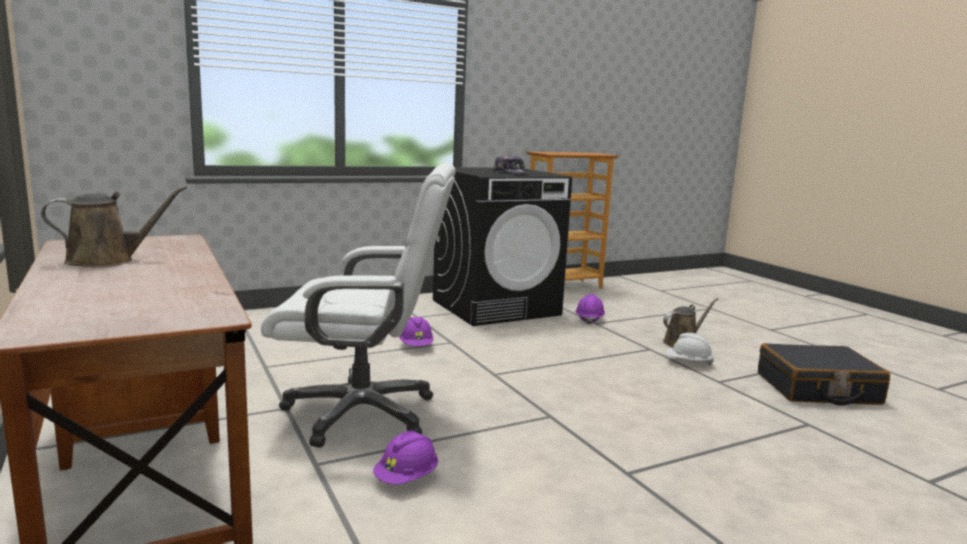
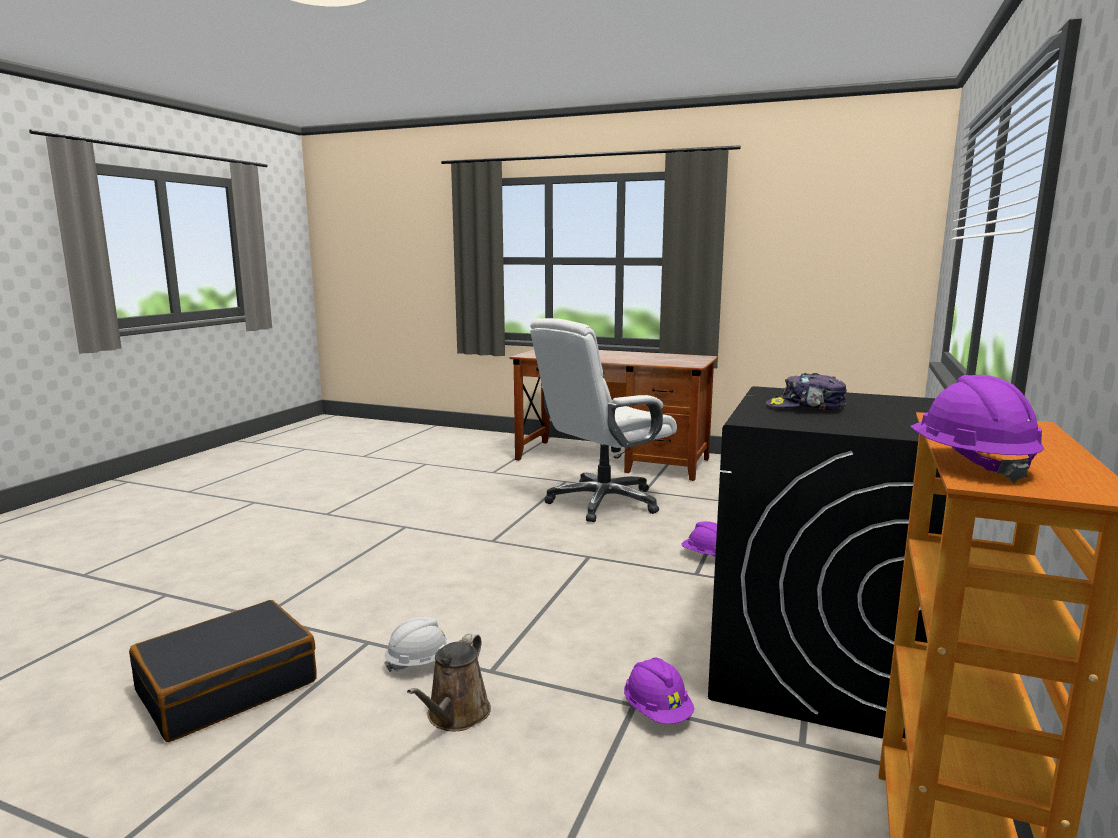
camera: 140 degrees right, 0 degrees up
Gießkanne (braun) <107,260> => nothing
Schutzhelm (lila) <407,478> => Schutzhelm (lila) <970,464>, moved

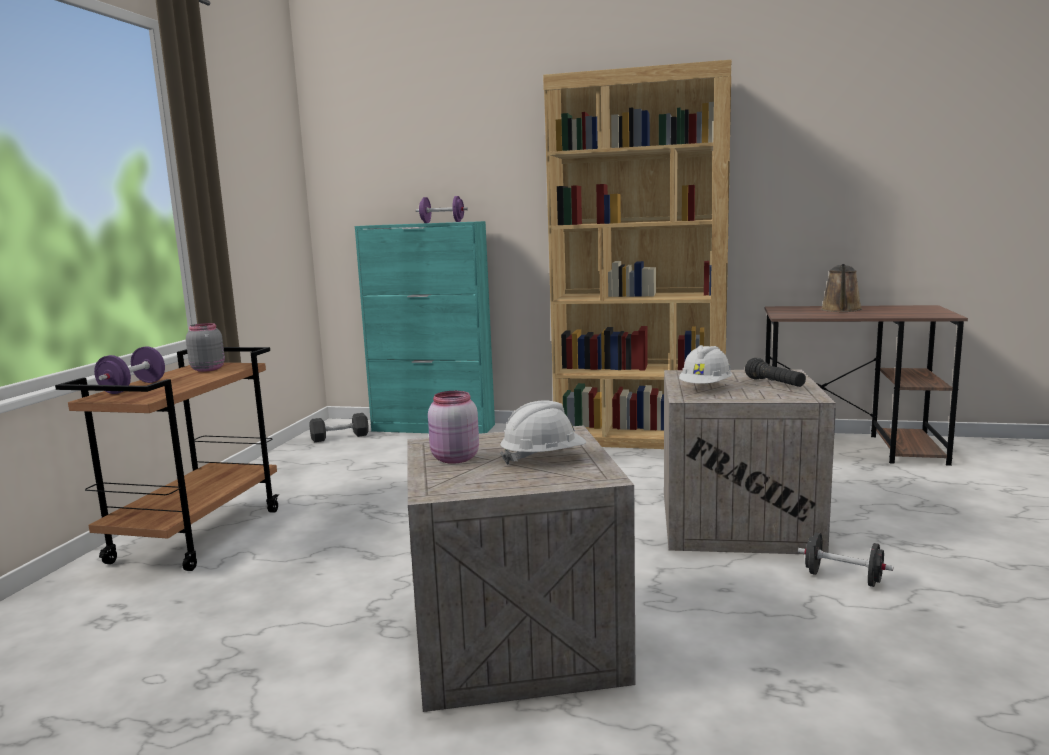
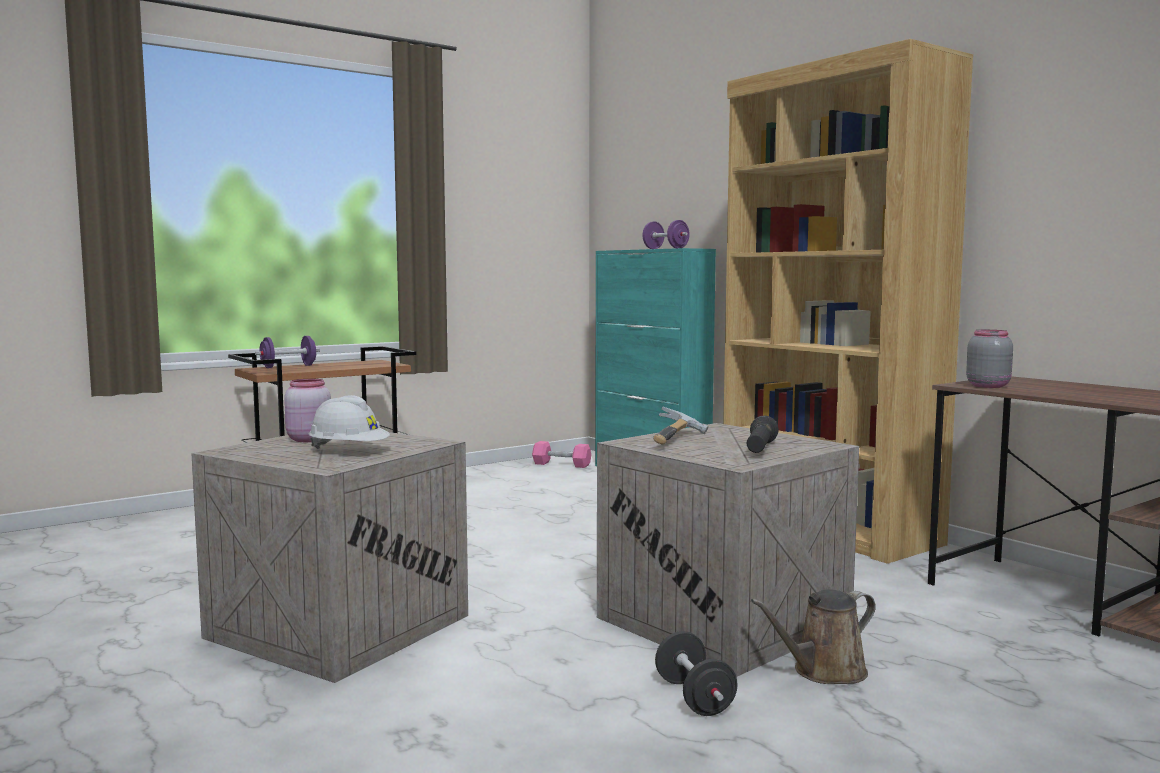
camera: 40 degrees right, 5 degrees down
Gießkanne (braun) <841,310> => Gießkanne (braun) <824,672>, moved
Vorratsglas (grau) <208,369> => Vorratsglas (grau) <988,386>, moved
Schutzhelm (weiß) <705,388> => Hammer <679,440>
Hantel (schwarz) <340,437> => Hantel (rosa) <561,464>

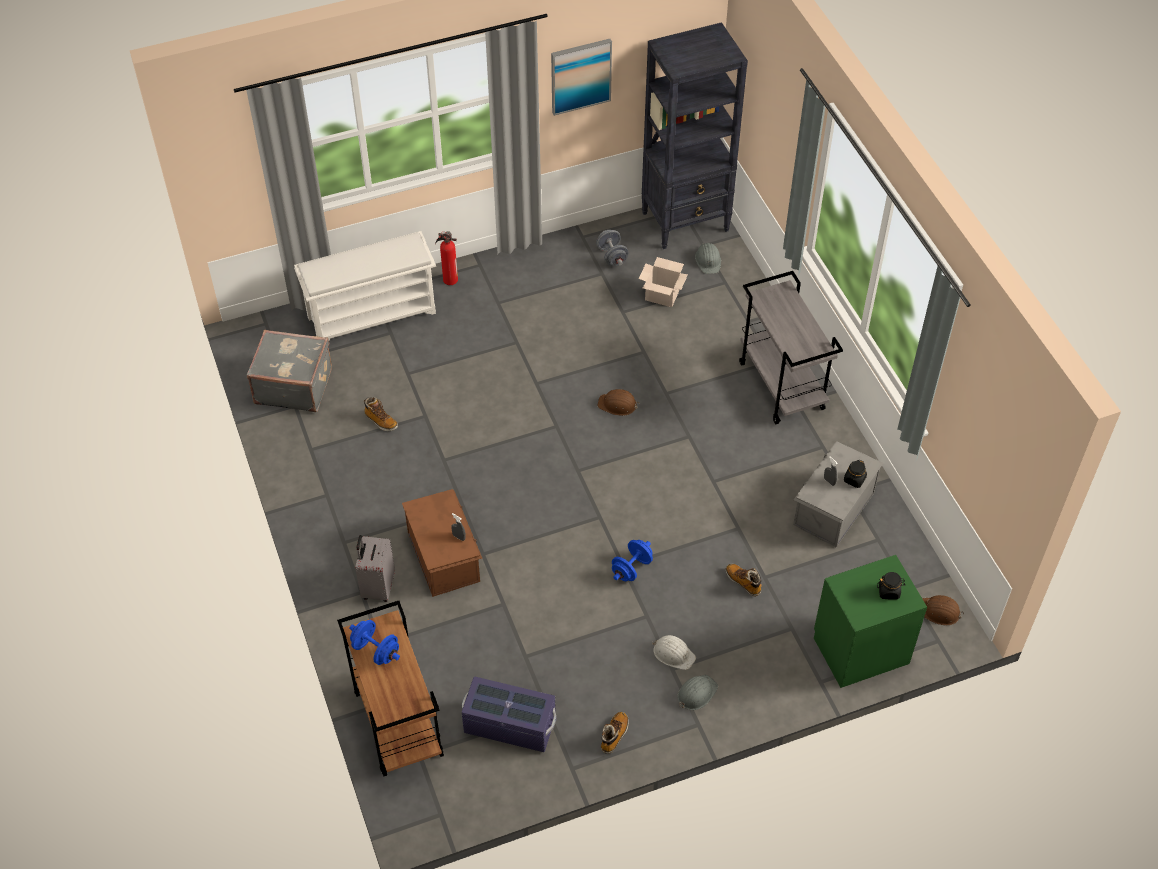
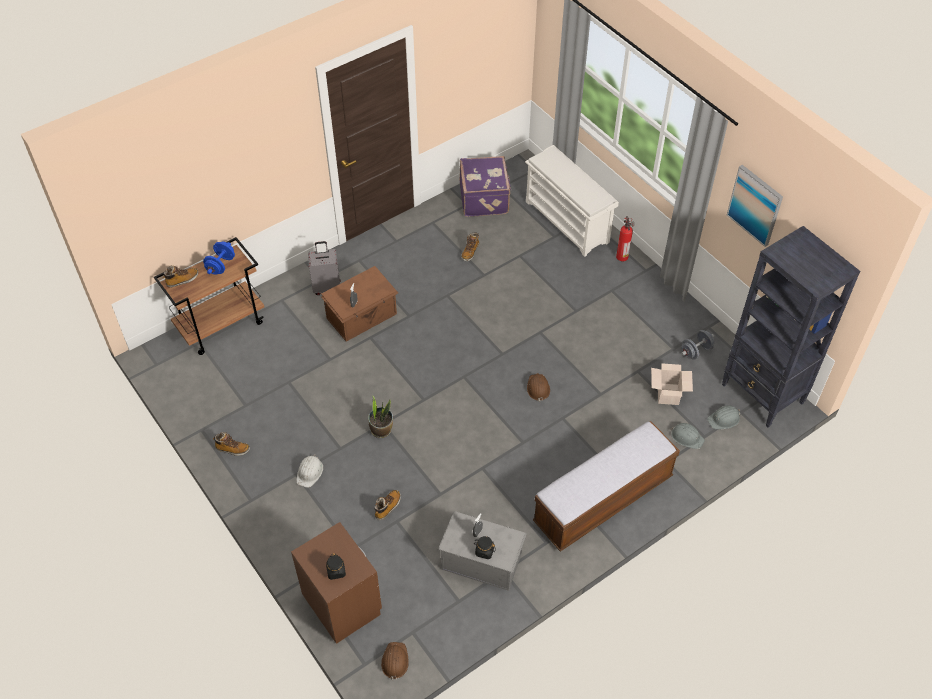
camera: 75 degrees right, 0 degrees up
Rollwagen (grau) <782,386> => Bank <602,500>
Koffer (grau) <293,385> => Koffer (lila) <485,198>
Hantel (blau) <631,568> => Topfpflanze <381,430>
Nachttisch (grün) <860,649> => Nachttisch (braun) <342,603>
Schutzhelm (grau) <696,693> => Schutzhelm (grau) <686,437>, moved
Aufbewahrungsbox (lila) <509,725> => nothing
nothing => Stiefel <182,280>

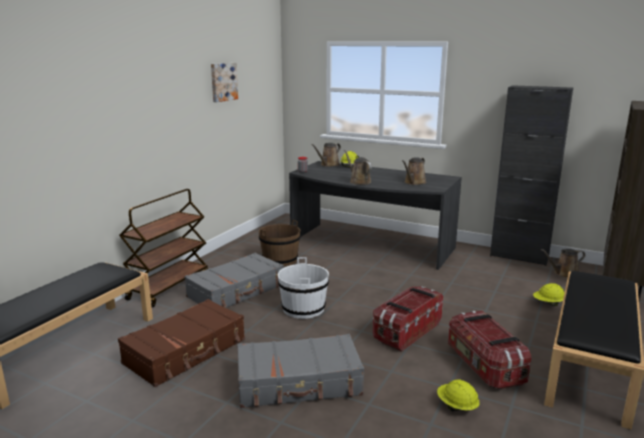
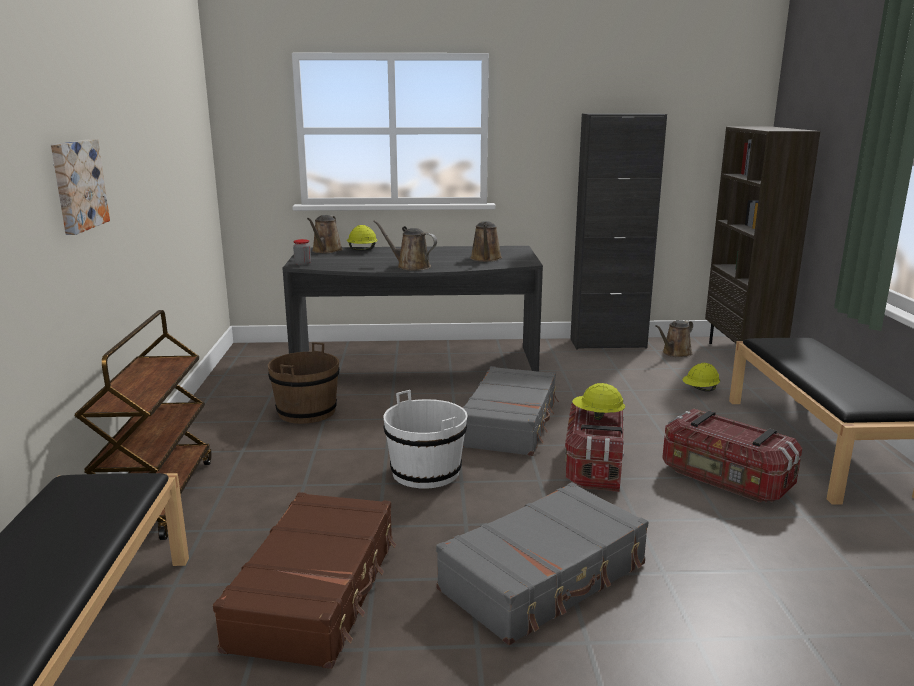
camera: 30 degrees left, 0 degrees up
Bild <223,82> => Bild <77,185>, moved
Koffer (grau) <237,291> => Koffer (grau) <511,423>, moved
Schutzhelm (gelb) <456,406> => Schutzhelm (gelb) <597,416>, moved

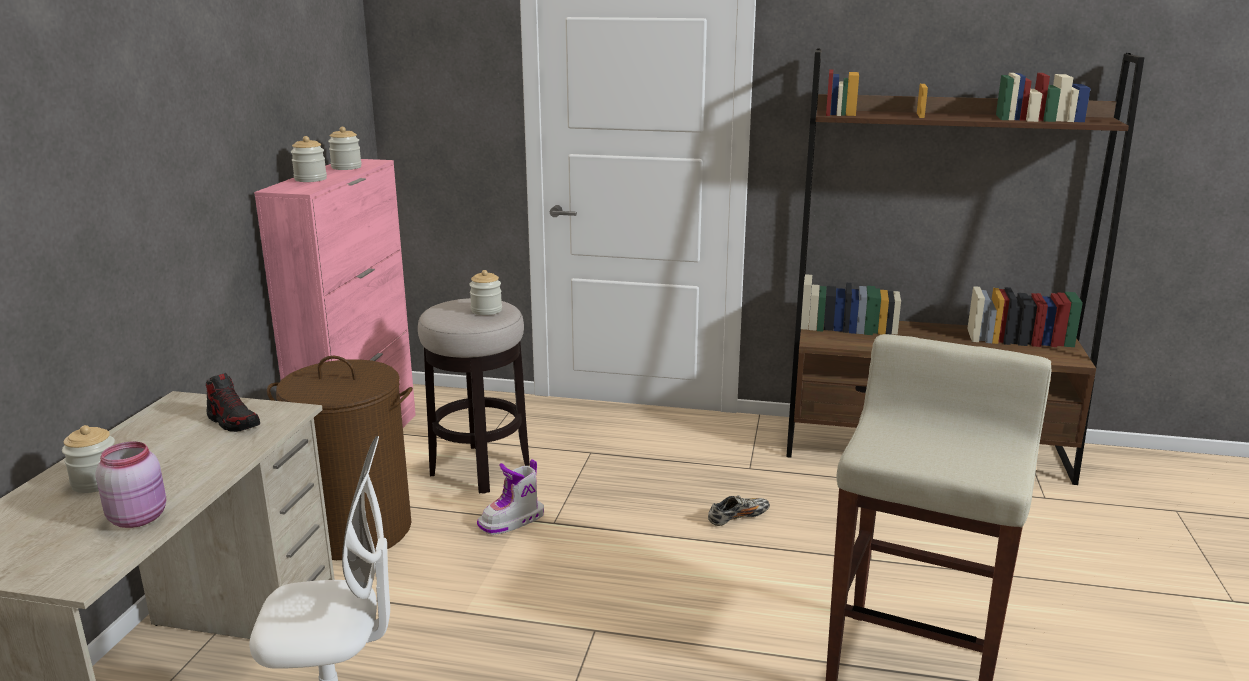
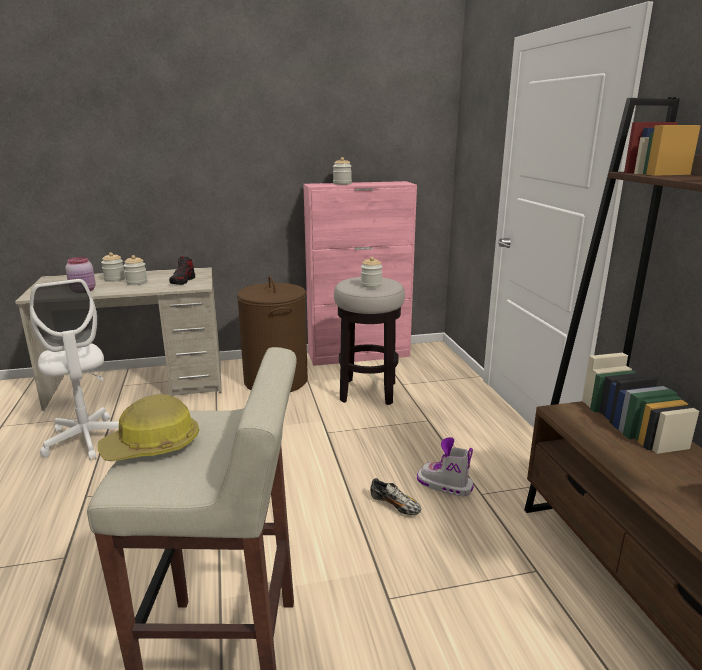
camera: 65 degrees right, 0 degrees up
Vorratsglas <346,167> => Vorratsglas <136,282>, moved
Stiefel <512,521> => Stiefel <444,485>, moved
nothing => Schutzhelm <152,446>

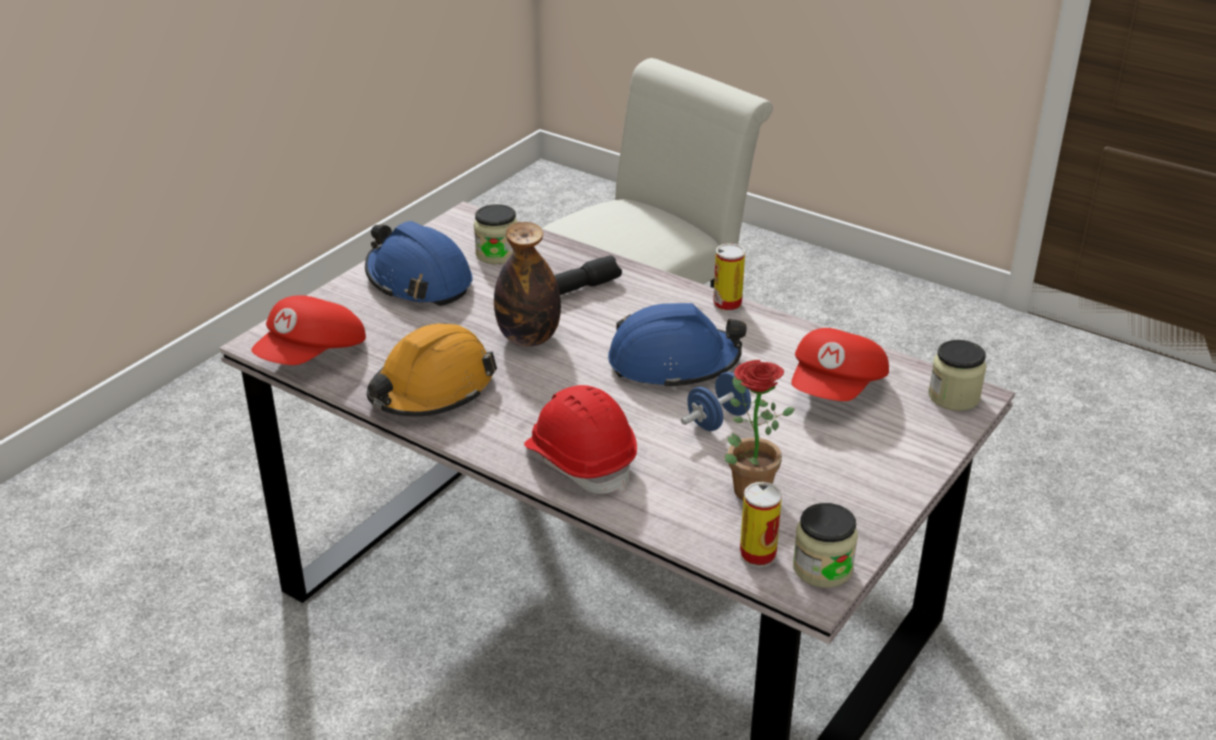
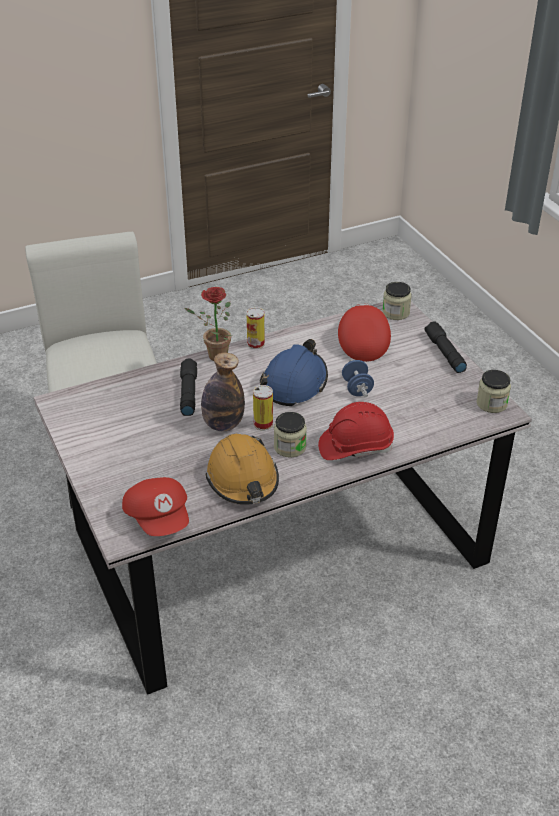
camera: 60 degrees left, 5 degrees up
Vorratsglas <497,254> => Vorratsglas <290,447>, moved
Schutzhelm (blau) <418,281> => nothing
Kappe (rot) <837,389> => Kappe (rot) <362,342>, 150 degrees counterclockwise
Topfpflanze <746,486> => Topfpflanze <213,356>, moved
Dose <757,554> => Dose <263,424>, moved
nothing => Taschenlampe (schwarz) <444,353>

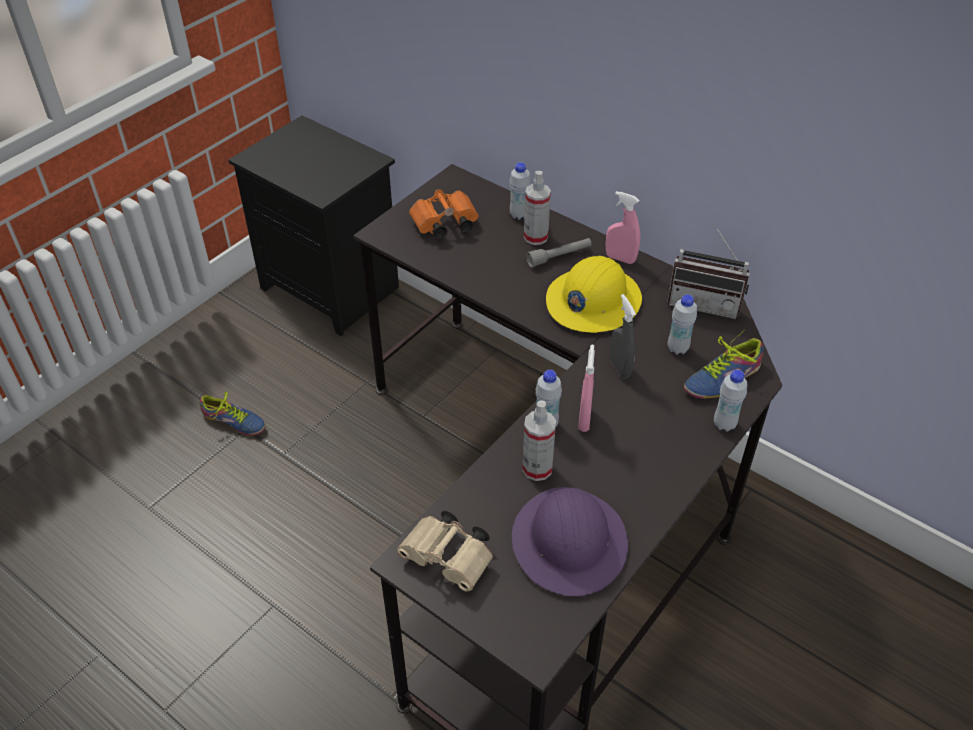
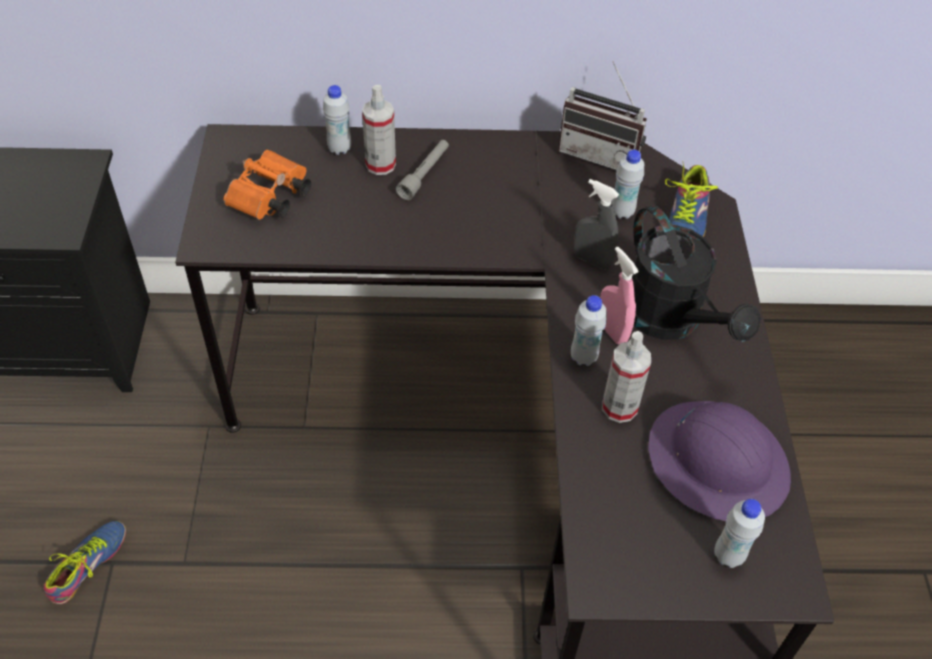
camera: 40 degrees left, 5 degrees up
Sprühflasche (rosa) <620,258> => nothing
Radio <705,303> => Radio <601,153>, 45 degrees clockwise
Schutzhelm (gelb) <592,301> => nothing
Flasche (weiß) <724,424> => Flasche (weiß) <728,555>, moved
Schuh <233,423> => Schuh <91,566>, 45 degrees counterclockwise
Fernglas (beige) <450,560> => nothing
nothing => Gießkanne (schwarz) <672,321>

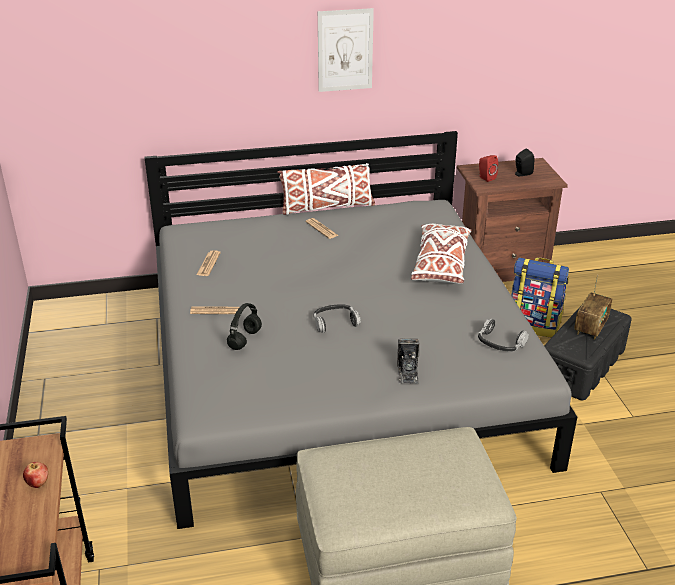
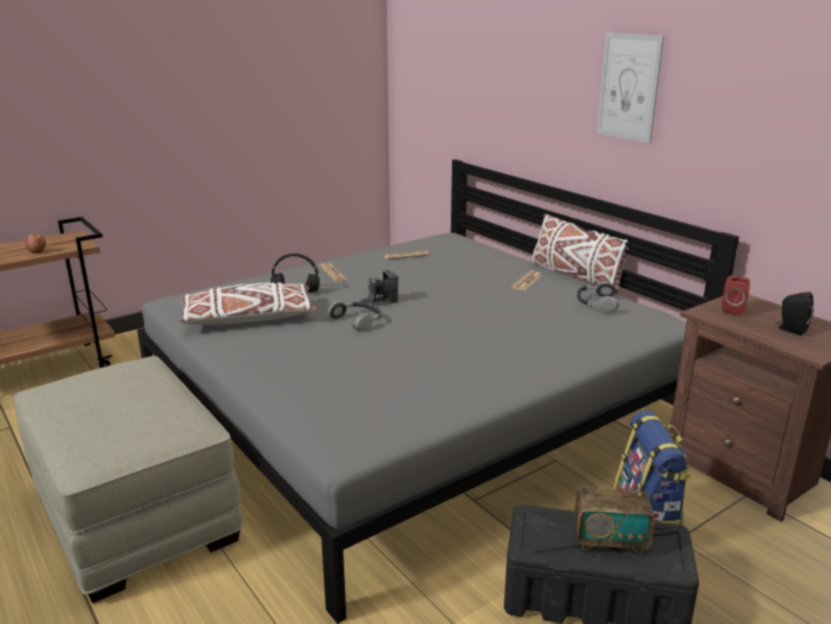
camera: 65 degrees right, 10 degrees down
Kissen (weiß) <441,264> => Kissen (weiß) <248,318>, moved
Kopfhörer <500,343> => Kopfhörer <596,303>, moved
Kamera <407,372> => Kamera <378,301>, moved

